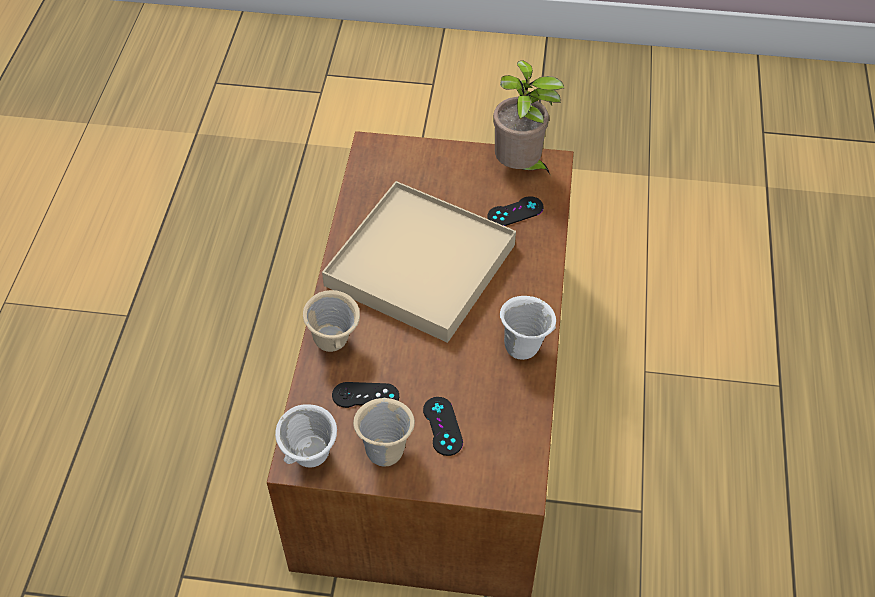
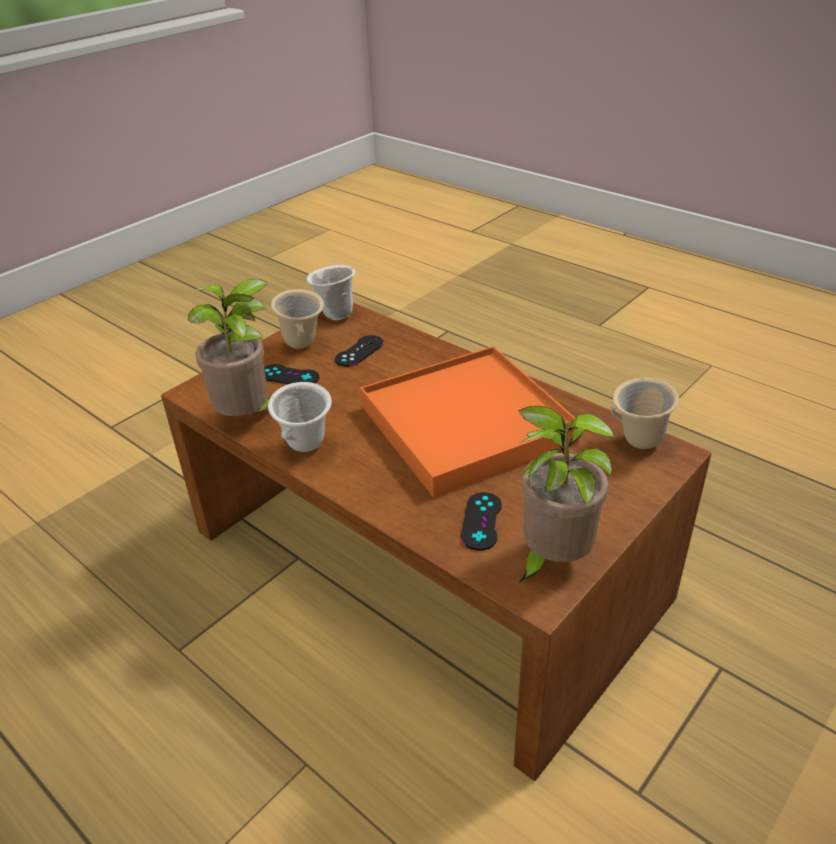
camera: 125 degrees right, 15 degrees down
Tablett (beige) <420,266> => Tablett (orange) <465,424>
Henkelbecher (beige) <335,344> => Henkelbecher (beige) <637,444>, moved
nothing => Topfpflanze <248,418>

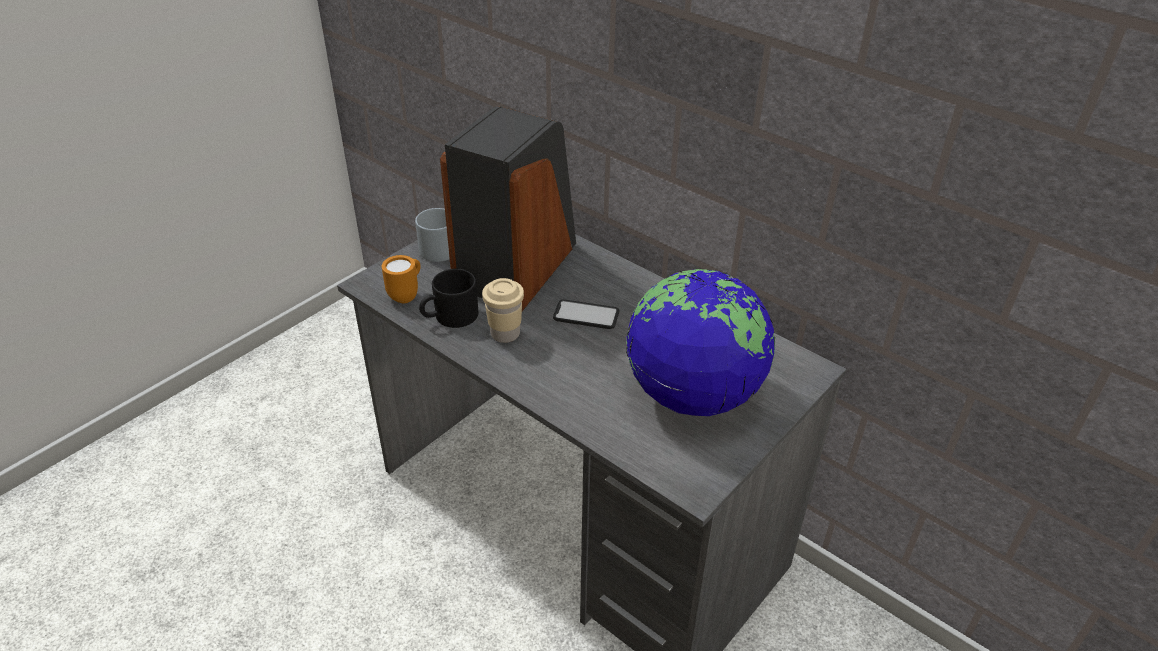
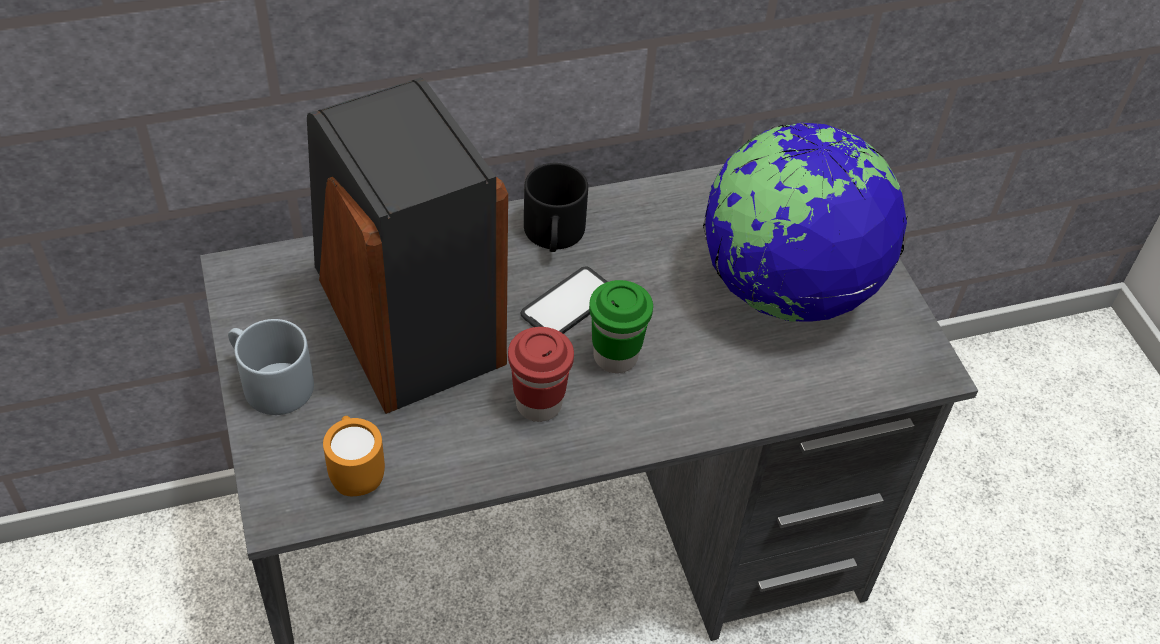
camera: 60 degrees left, 10 degrees up
Henkelbecher (schwarz) <450,317> => Henkelbecher (schwarz) <555,236>, moved
Tasse (beige) <505,334> => Tasse (rot) <538,404>
nothing => Tasse (grün) <615,357>

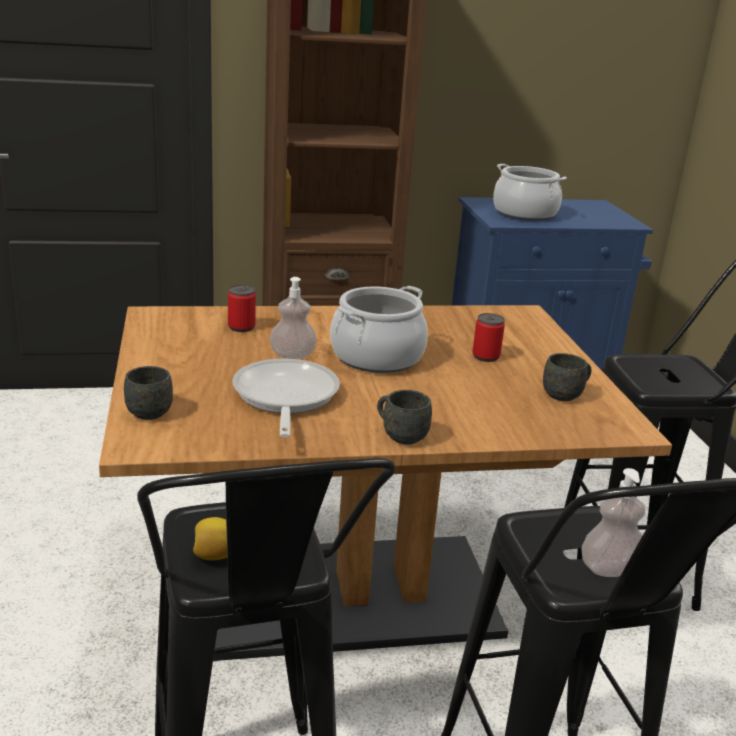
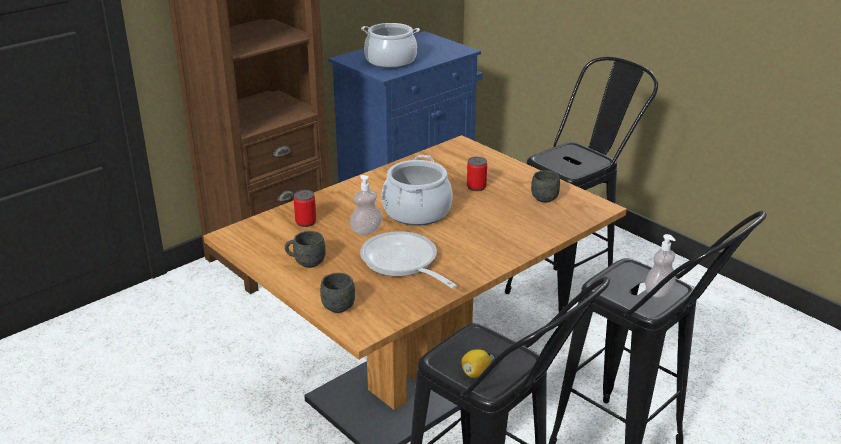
camera: 30 degrees left, 5 degrees up
Henkelbecher (grau) <400,435> => Henkelbecher (grau) <305,262>, moved

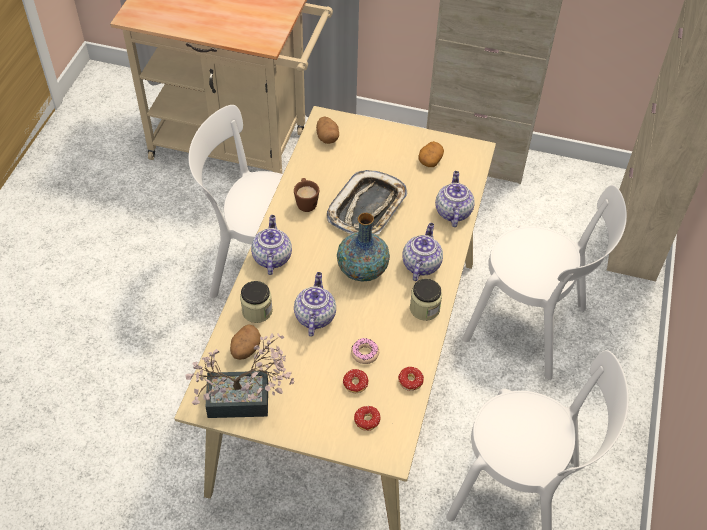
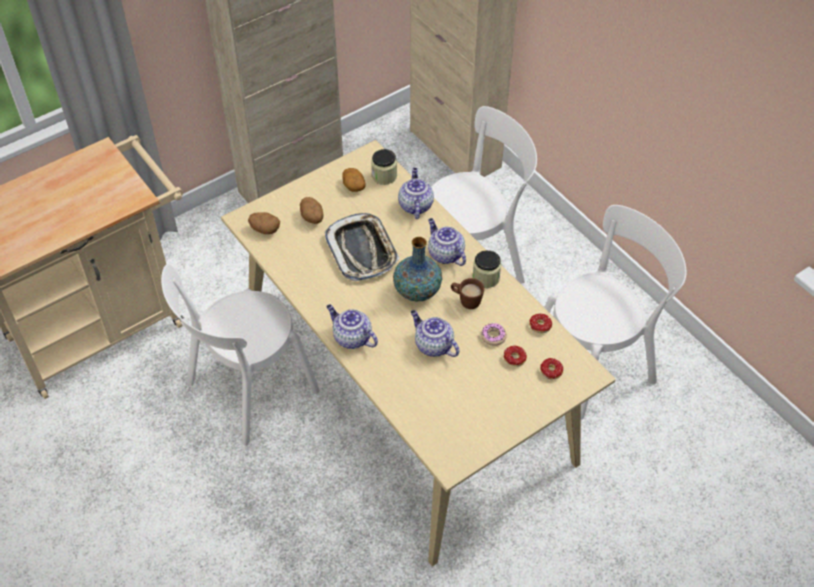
camera: 50 degrees left, 0 degrees up
Teekanne <452,211> => Teekanne <415,205>, 45 degrees clockwise
Henkelbecher (braun) <306,202> => Henkelbecher (braun) <466,301>, moved
Vorratsglas <257,311> => Vorratsglas <384,176>, moved
Kartoffel <245,349> => Kartoffel <312,218>, moved
Topfpflanze <246,400> => nothing

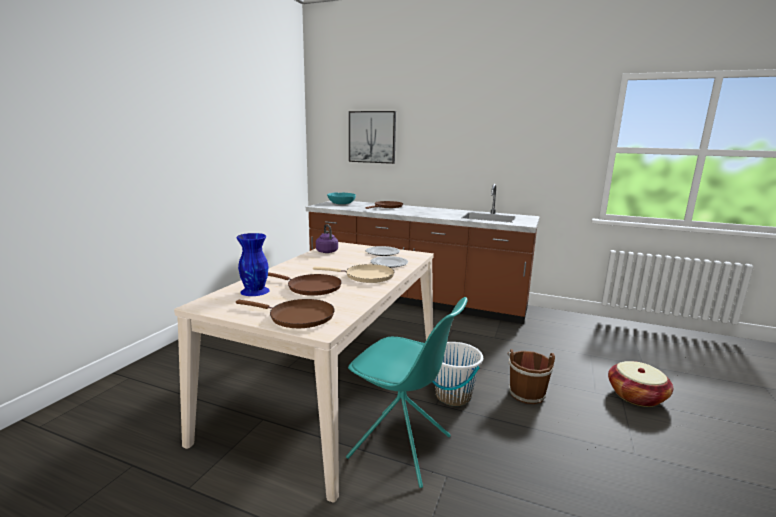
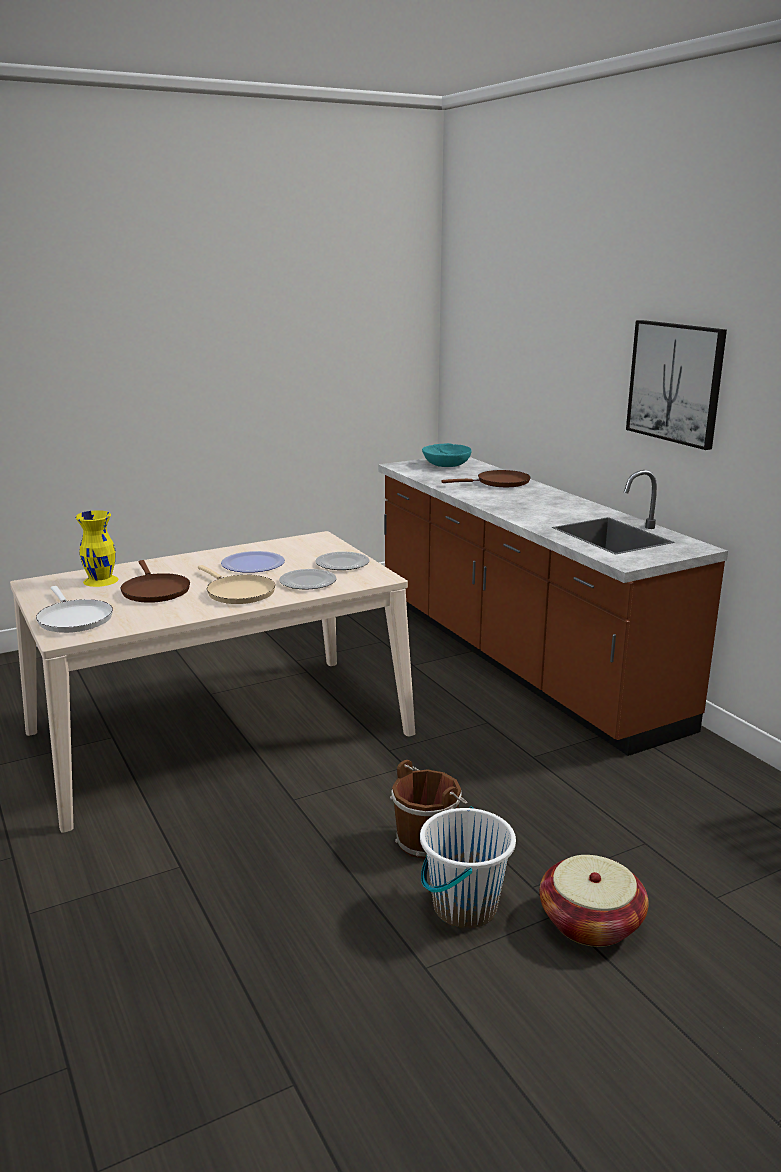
camera: 40 degrees right, 5 degrees up
Bild <372,137> => Bild <676,382>, moved
Wasserkessel (lila) <326,251> => nothing
Vase (blau) <255,291> => Vase (gelb) <101,580>
Stuhl (türkis) <402,448> => nothing
Pfanne (braun) <297,317> => Pfanne (weiß) <73,619>
Eimer (weiß) <453,396> => Eimer (weiß) <464,907>, moved
nothing => Teller <253,564>

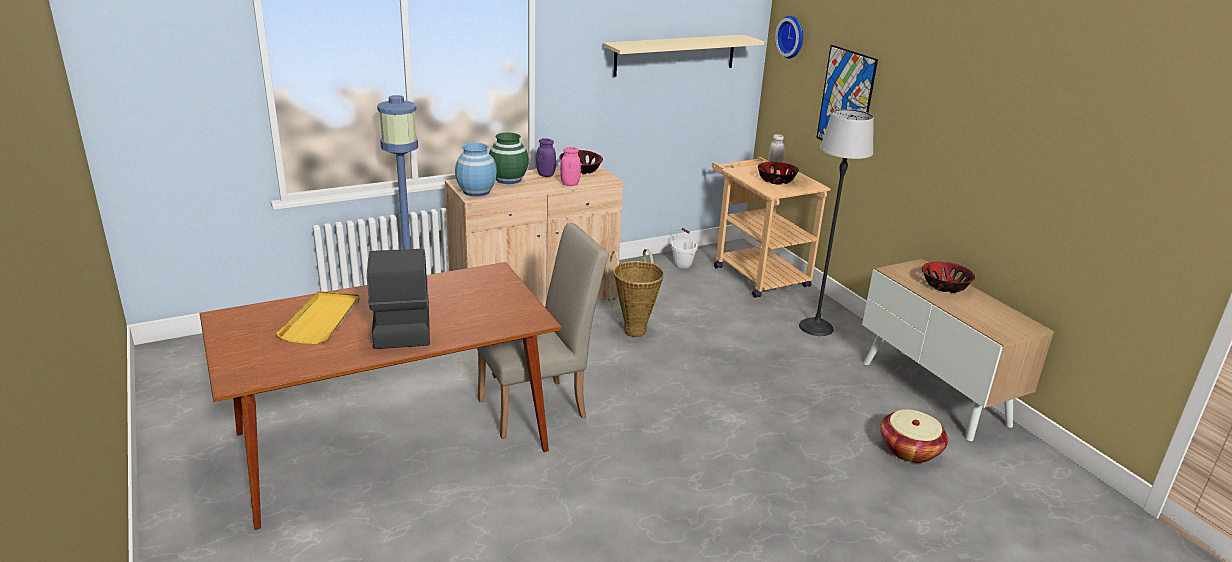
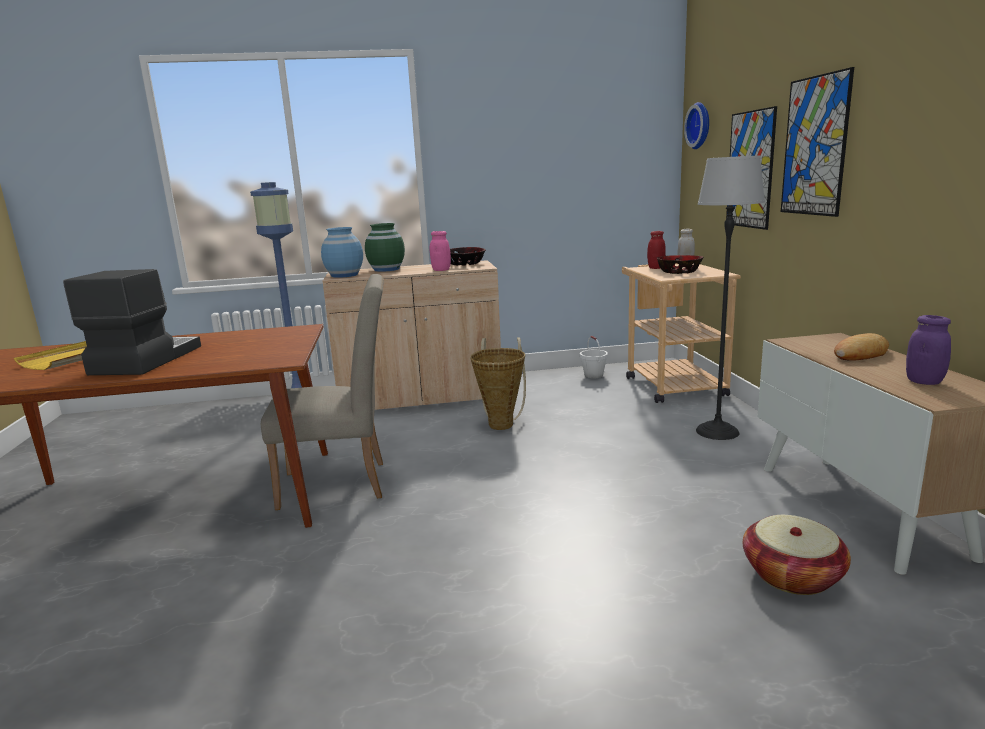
camera: 20 degrees right, 10 degrees down
Wandregal (beige) <675,55> => nothing
Vorratsglas (lila) <546,175> => Vorratsglas (lila) <924,381>, moved
Schüssel <944,286> => Brot <860,354>
nothing => Bild <815,146>
nothing => Vorratsglas (rot) <655,268>

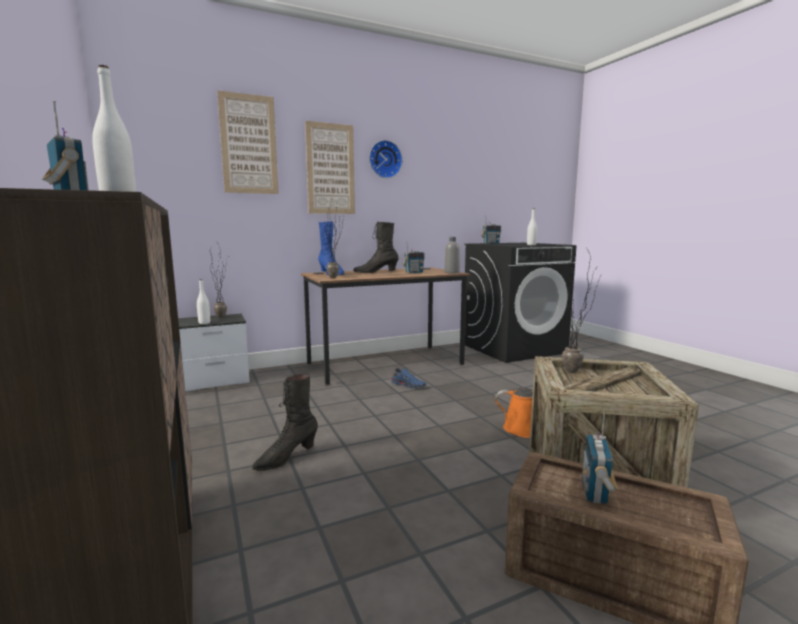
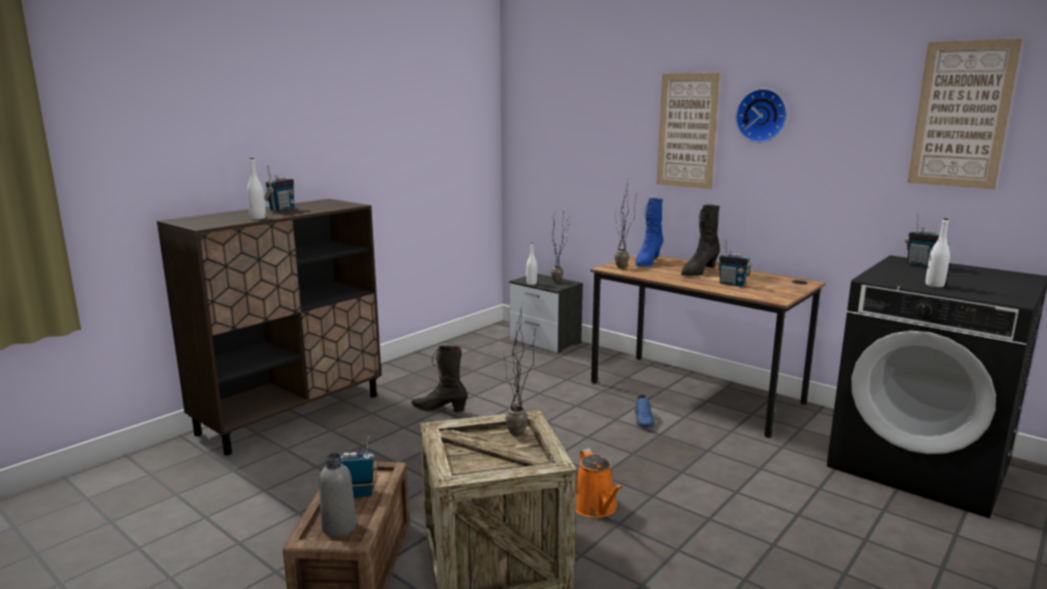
camera: 65 degrees right, 5 degrees up
Bild <249,144> => Bild <961,115>, moved
Stiefel (schwarz) <375,272> => Stiefel (schwarz) <698,272>, 105 degrees counterclockwise
Flasche (grau) <451,272> => Flasche (grau) <339,527>, moved

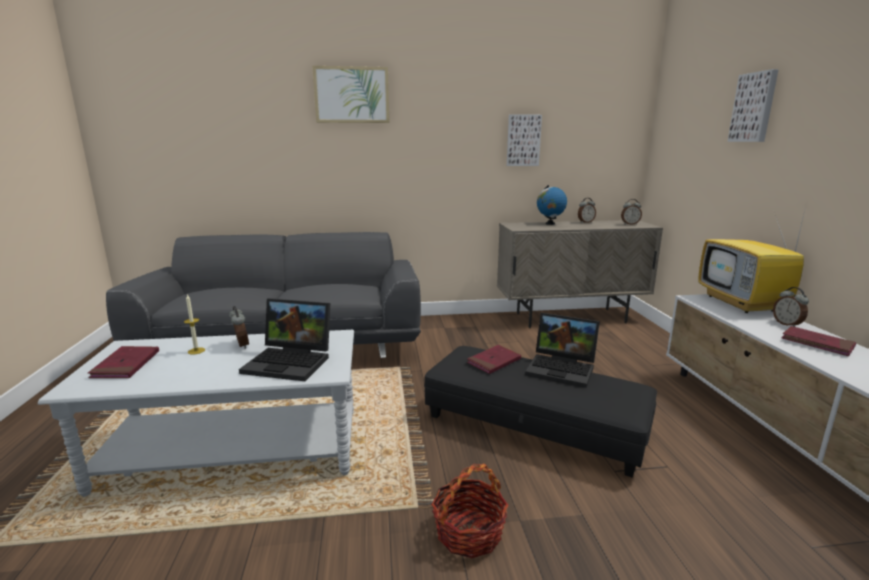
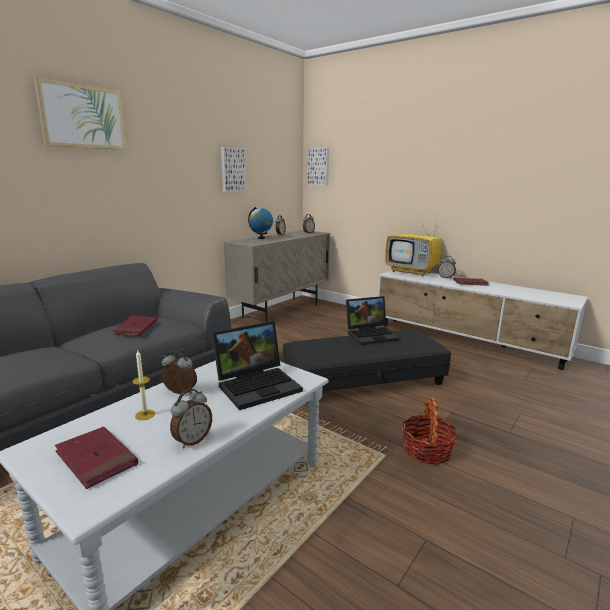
camera: 45 degrees left, 0 degrees up
Bild <754,107> => Bild <319,166>, moved
Buch (rot) <494,361> => Buch (rot) <136,328>, moved
nothing => Wecker <192,440>

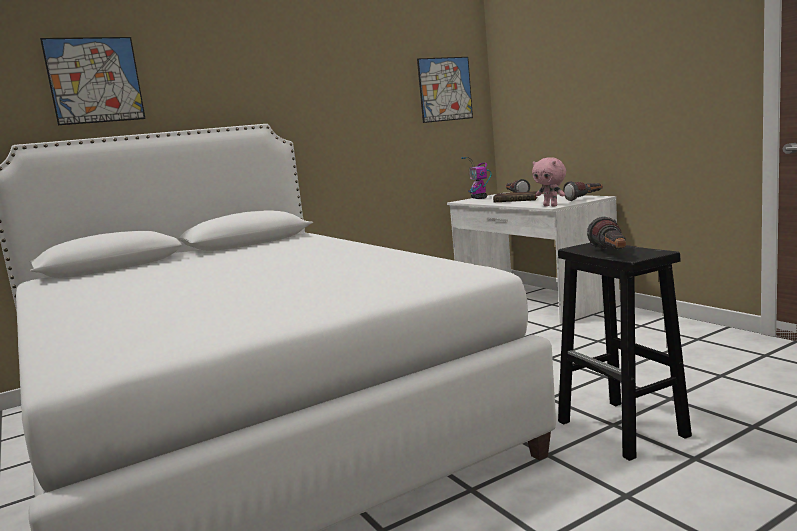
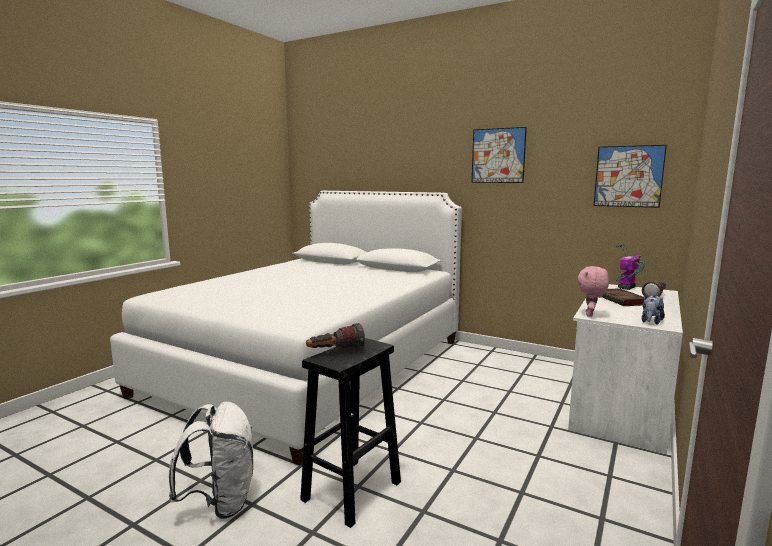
camera: 60 degrees right, 0 degrees up
Bild <95,80> => Bild <498,155>, moved
Taschenlampe <585,198> => Plüschtier <651,322>
nothing => Rucksack (weiß) <220,502>

